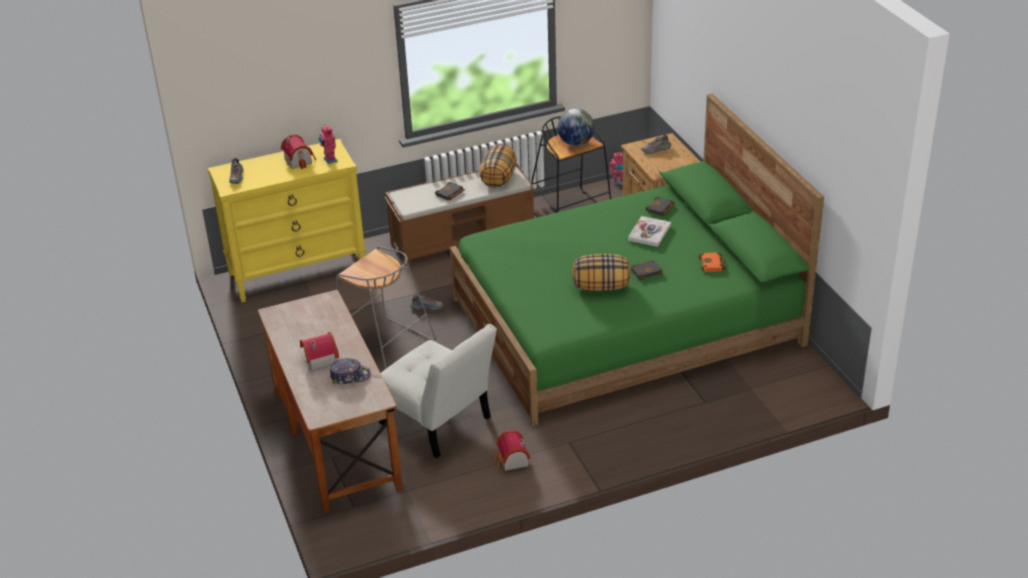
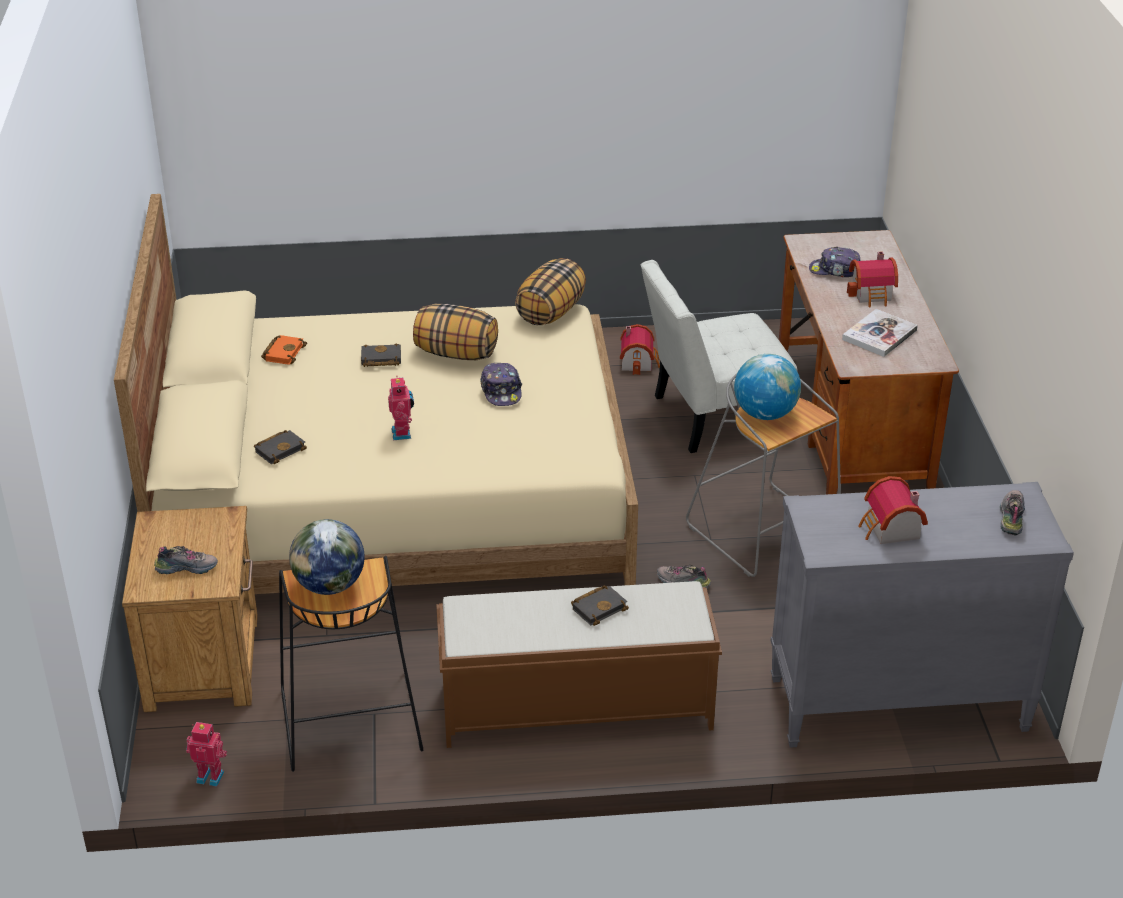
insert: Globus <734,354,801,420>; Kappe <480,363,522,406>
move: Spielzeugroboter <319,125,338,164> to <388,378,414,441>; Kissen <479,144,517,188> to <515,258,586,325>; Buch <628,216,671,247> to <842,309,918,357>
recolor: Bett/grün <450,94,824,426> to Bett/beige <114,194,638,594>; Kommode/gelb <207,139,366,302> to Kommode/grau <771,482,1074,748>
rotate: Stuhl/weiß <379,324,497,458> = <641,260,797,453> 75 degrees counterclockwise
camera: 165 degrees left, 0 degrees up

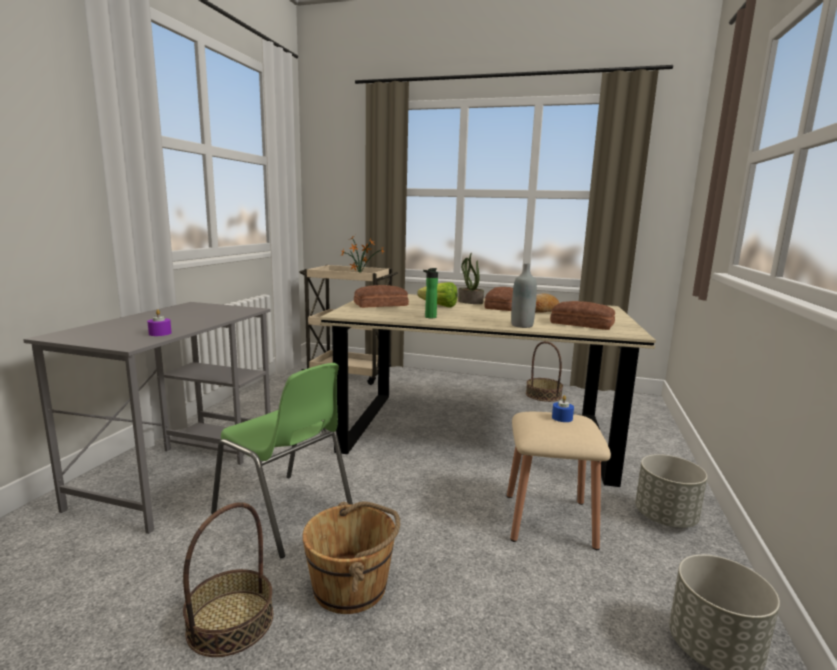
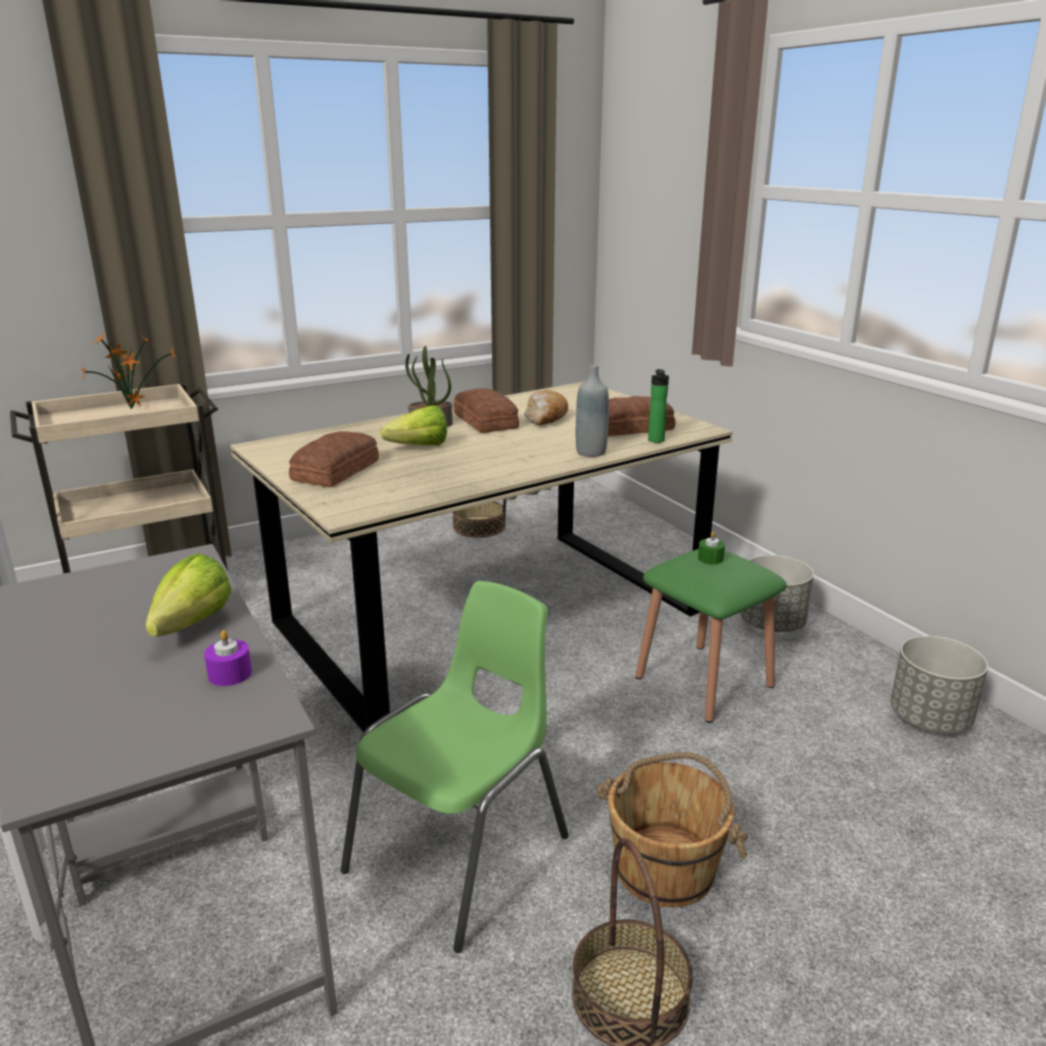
insert: Salatkopf <145,553,231,637>
move: Flasche <423,268,438,318> to <648,369,669,443>
recolor: Kerze/blau <552,395,574,422> to Kerze/grün <698,531,725,565>; Hocker/beige <507,412,611,550> to Hocker/grün <635,549,787,723>
rotate: Stuhl/grün <211,363,353,558> = <341,581,569,953> 45 degrees counterclockwise
camera: 45 degrees left, 10 degrees up

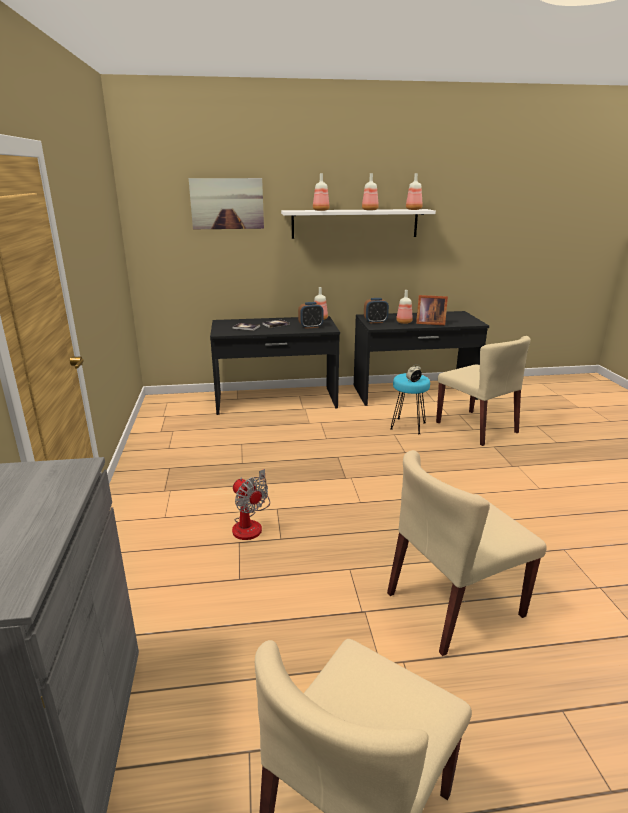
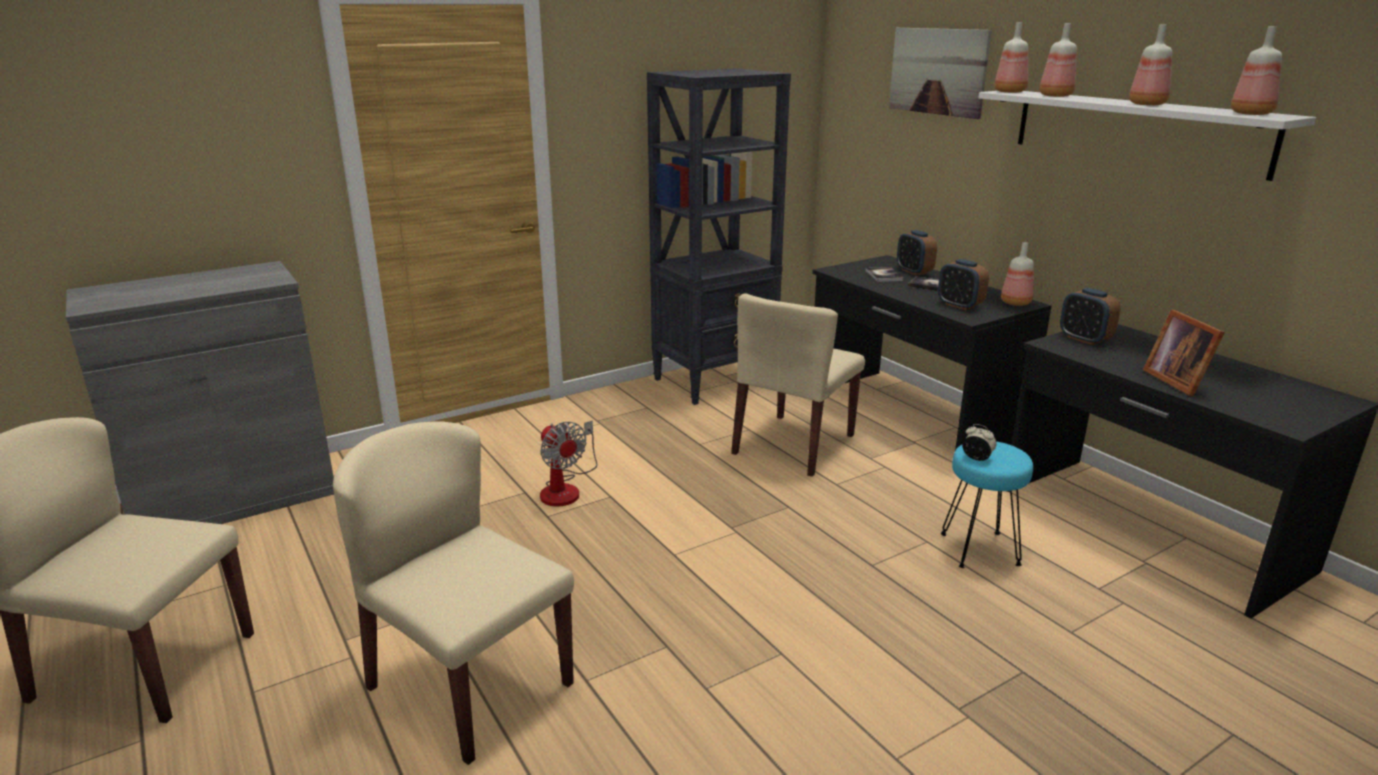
insert: Bücherregal/schwarz <647,68,791,405>; Wecker <897,230,937,275>
move: Flasche <396,290,413,324> to <994,22,1028,93>; Stuhl/beige <436,336,531,446> to <731,293,865,477>
rotate: Ventilator <232,469,270,540> = <540,420,597,507> 60 degrees counterclockwise
camera: 65 degrees right, 0 degrees up

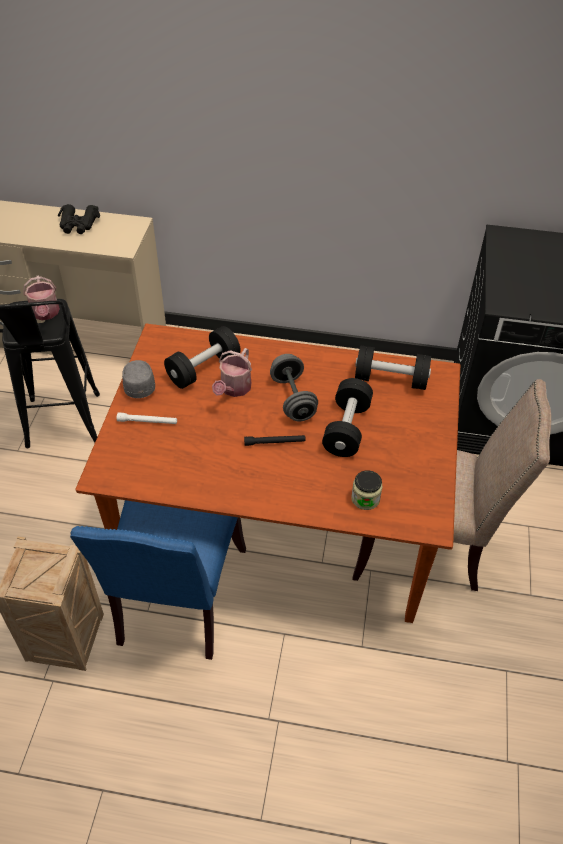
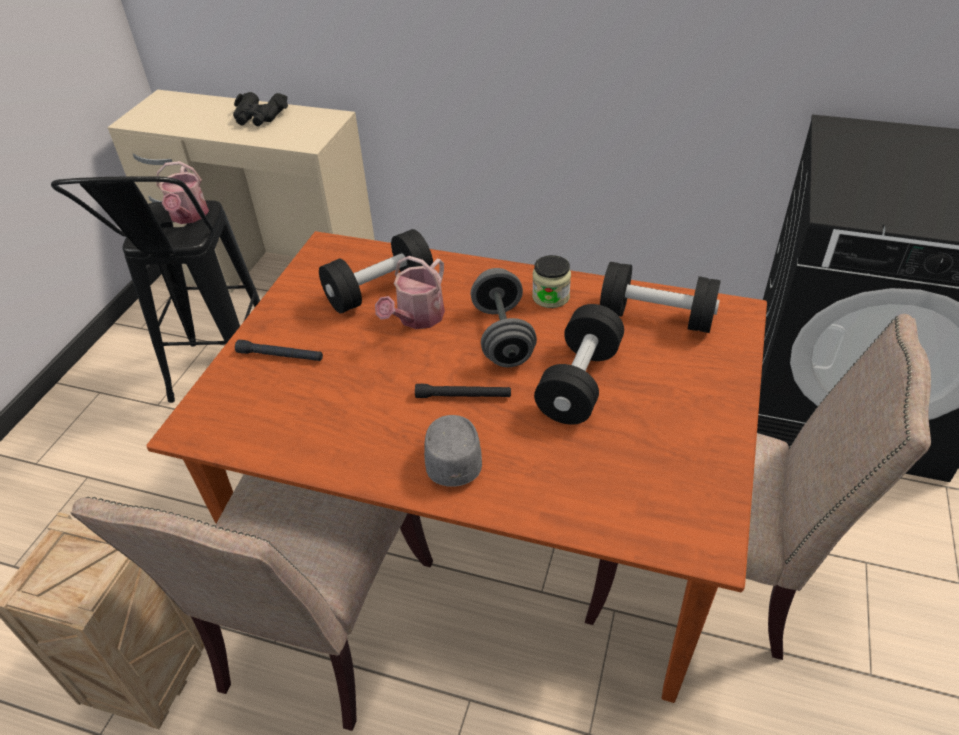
move: Kappe/grau <122,360,155,398> to <424,415,482,487>; Vorratsglas <351,470,382,510> to <532,255,571,308>
recolor: Taschenlampe/weiß <117,412,177,424> to Taschenlampe/schwarz <235,340,323,361>; Stuhl/blau <70,500,246,660> to Stuhl/beige <71,474,433,731>
camera: 10 degrees right, 5 degrees down

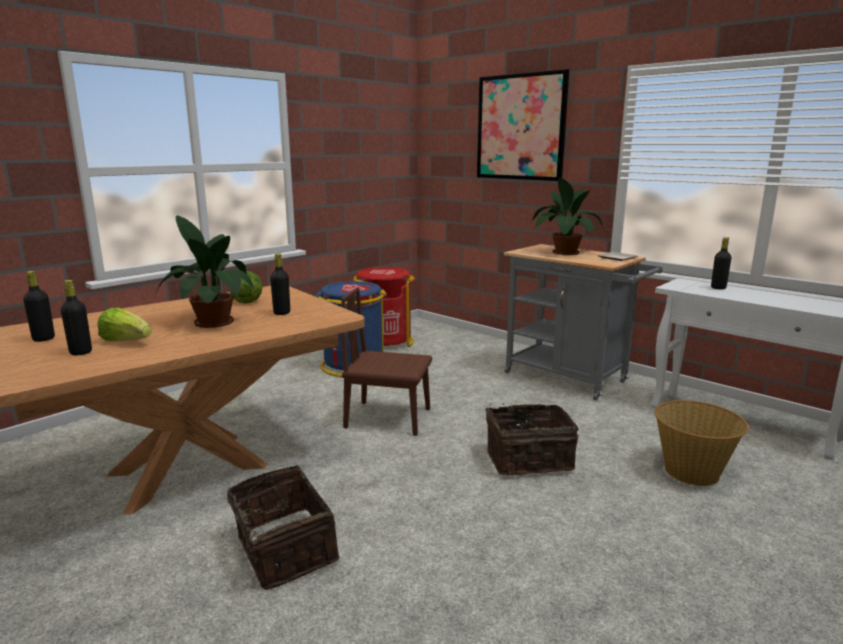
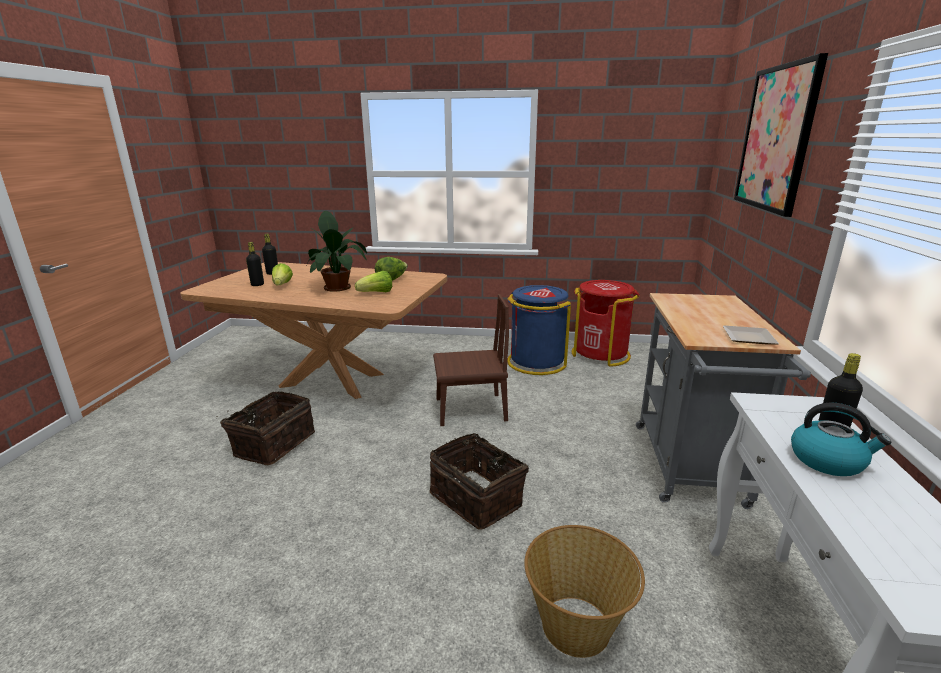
delete: Topfpflanze <532,177,603,255>
insert: Wasserkessel <791,402,891,476>
replace: Flasche/schwarz <270,254,290,315> to Salatkopf <355,271,392,292>
rotate: Stuhl/braun <341,287,432,436> = <433,294,509,426> 105 degrees clockwise
camera: 55 degrees right, 5 degrees up

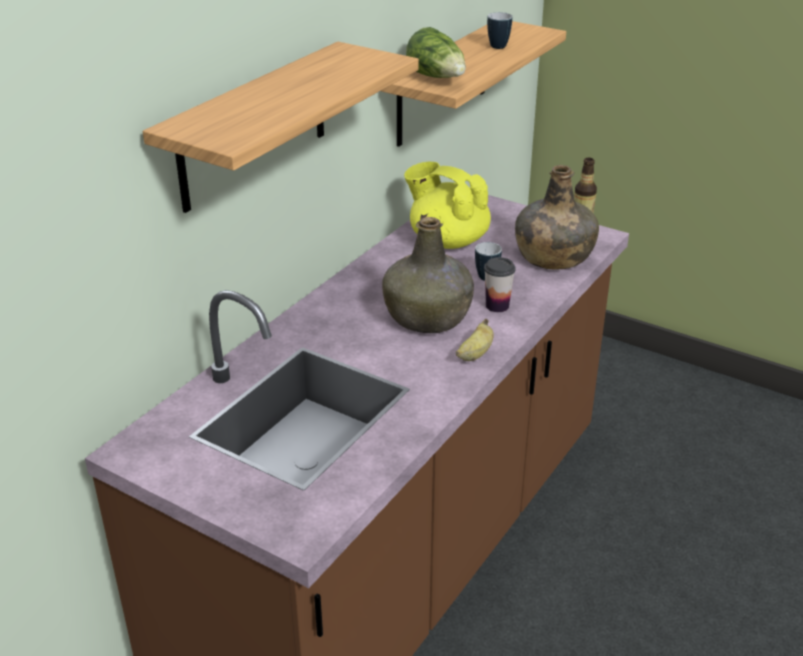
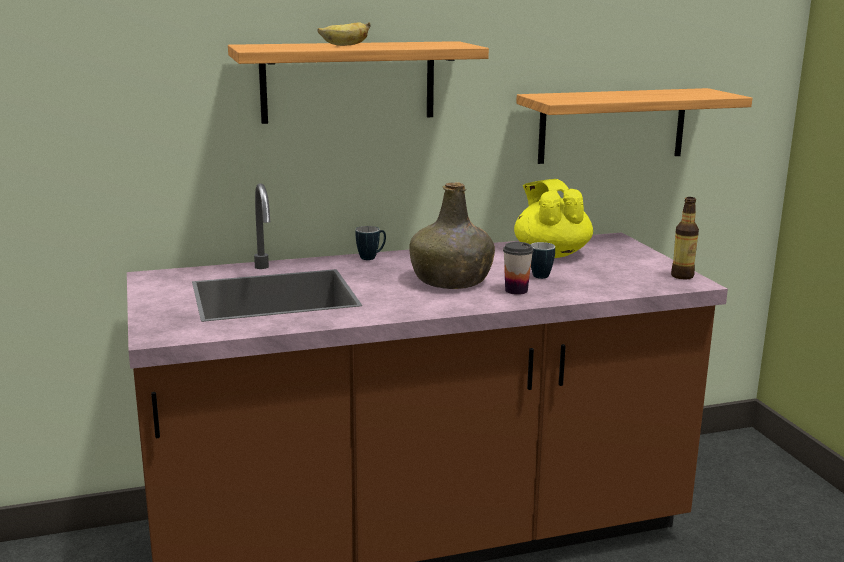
delete: Salatkopf <406,27,466,78>; Flasche/grün <515,165,599,270>
move: Henkelbecher <487,12,512,49> to <355,226,386,260>; Banane <456,319,494,361> to <318,22,371,46>
camera: 40 degrees right, 15 degrees down

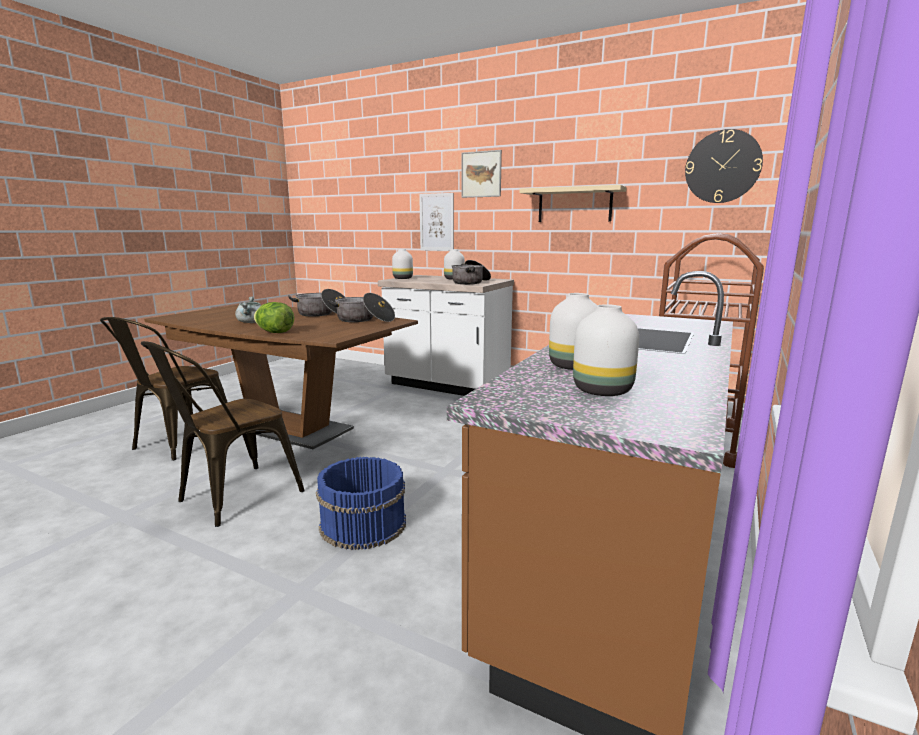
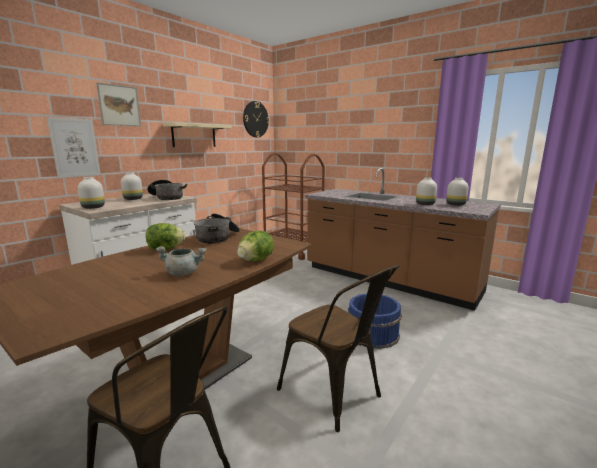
replace: Kochtopf <288,289,345,316> to Salatkopf <146,223,186,250>
camera: 80 degrees left, 0 degrees up

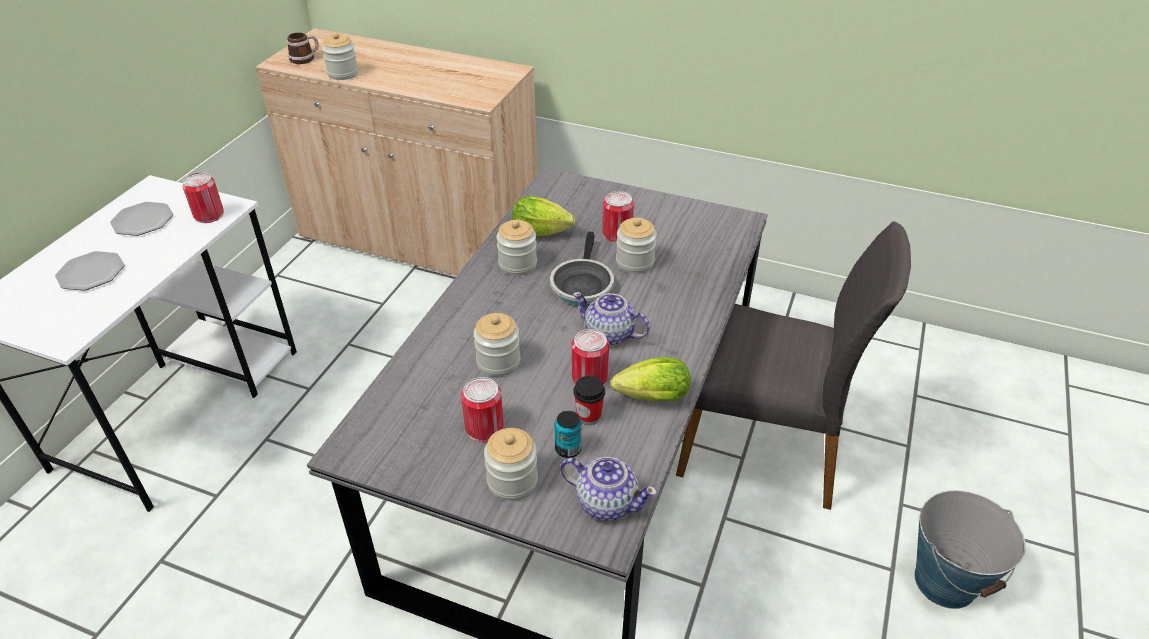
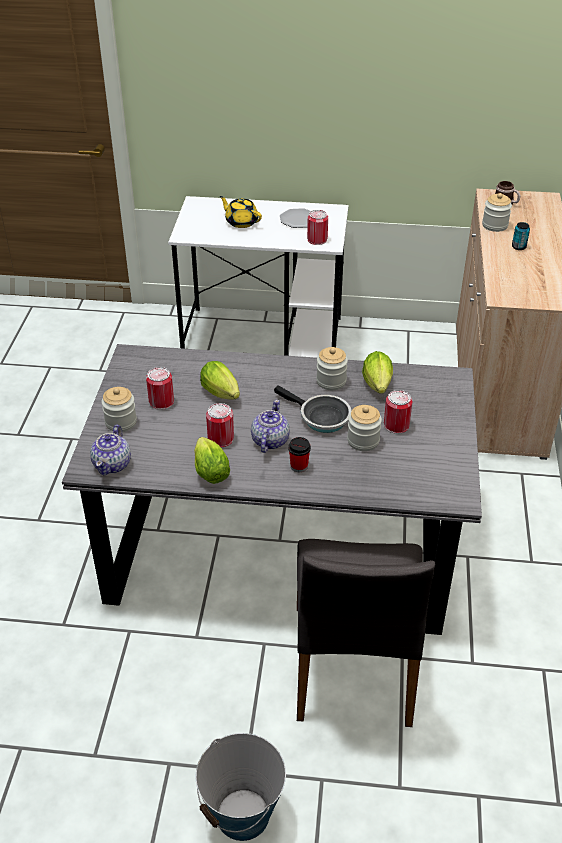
move: Tasse <574,376,605,425> to <288,437,311,472>; Dose <554,411,582,458> to <512,222,530,250>
replace: Teller <55,251,124,291> to Teekanne/gelb <220,196,262,228>; Vorratsglas <473,313,521,376> to Salatkopf <200,361,240,399>
rotate: Pfanne <550,232,614,306> = <274,386,351,433> 135 degrees counterclockwise
camera: 75 degrees right, 0 degrees up

